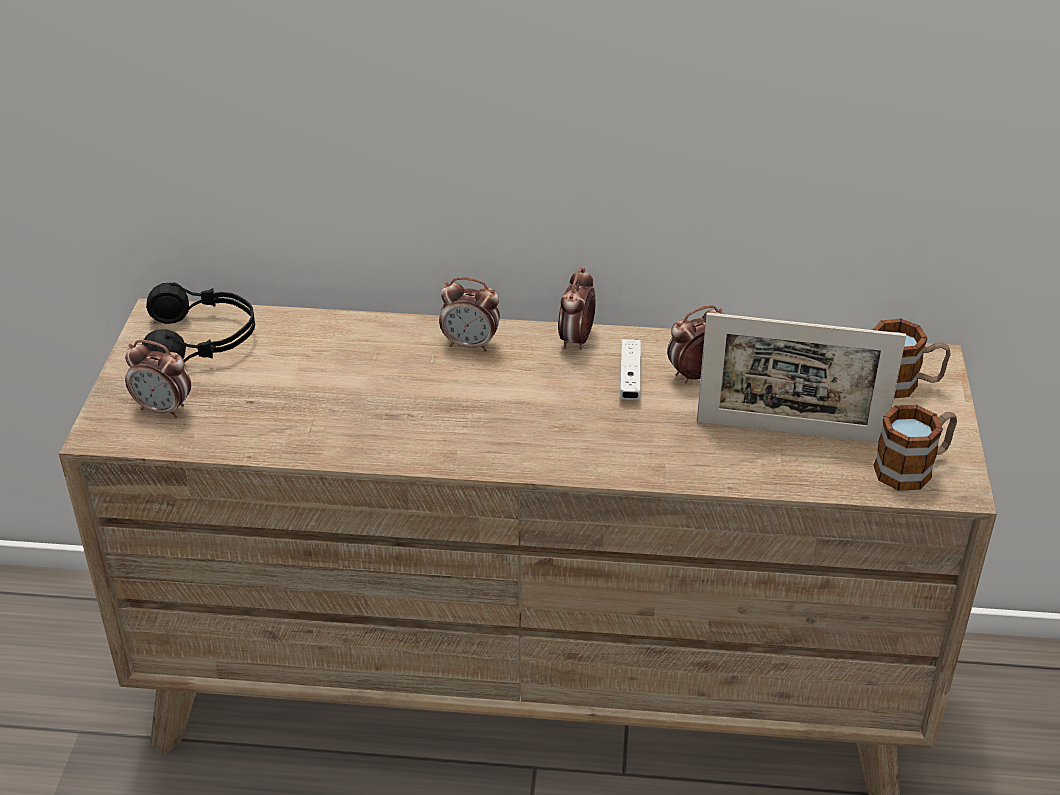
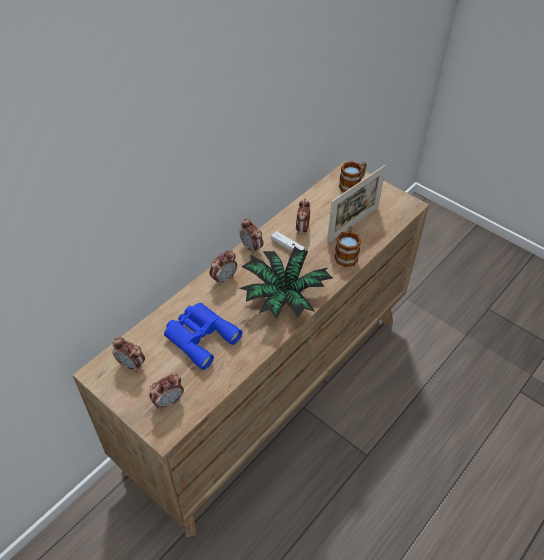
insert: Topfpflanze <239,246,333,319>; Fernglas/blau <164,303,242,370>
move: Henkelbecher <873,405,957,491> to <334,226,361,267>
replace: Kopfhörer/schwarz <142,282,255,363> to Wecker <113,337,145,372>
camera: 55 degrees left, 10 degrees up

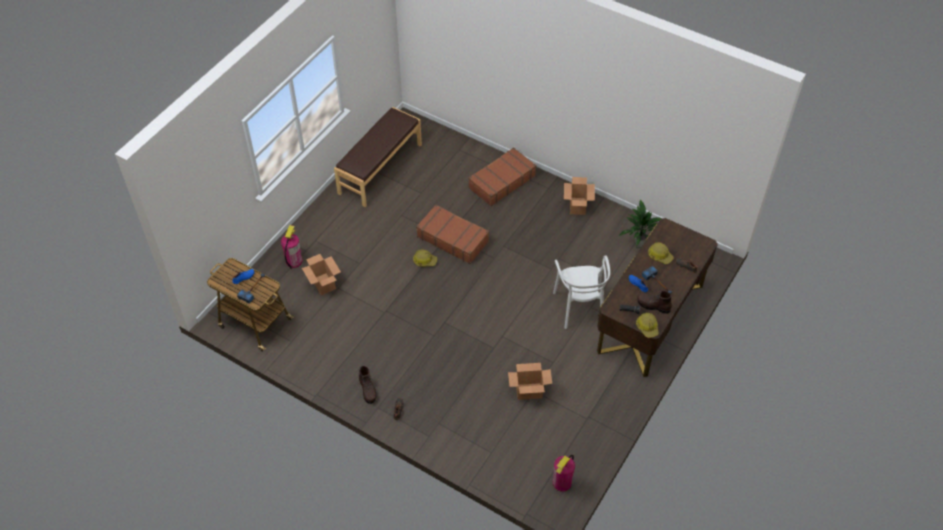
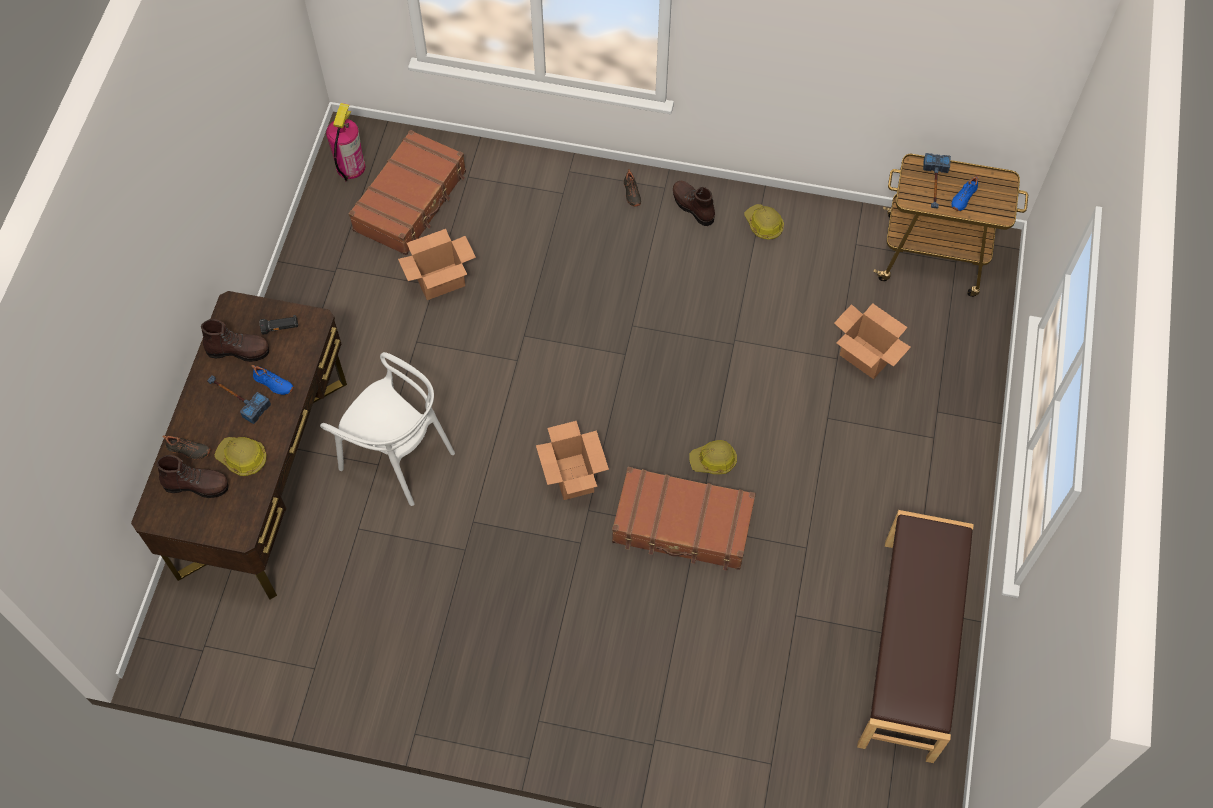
delete: Topfpflanze <618,199,663,248>; Feuerlöscher <281,225,302,269>
insert: Stiefel/braun <156,455,229,498>
move: Koffer/braun <469,147,536,206> to <348,130,466,255>; Karton <564,177,595,215> to <536,421,609,500>; Schutzhelm <636,313,659,338> to <744,204,784,240>
rotate: Stuhl/weiß <553,256,610,329> = <320,352,455,506> 150 degrees clockwise
camera: 160 degrees right, 10 degrees up

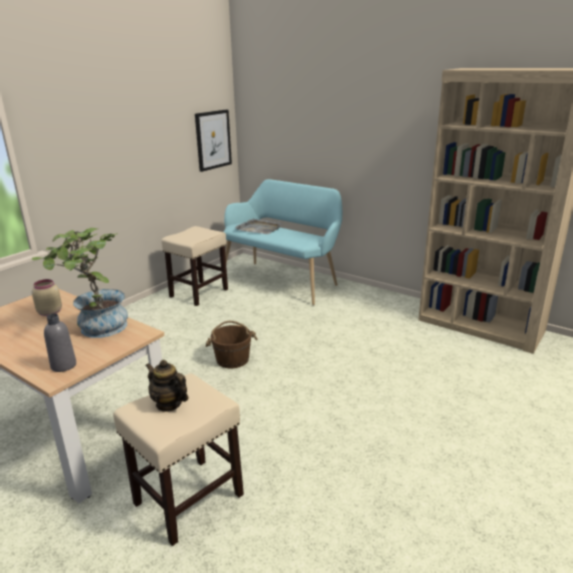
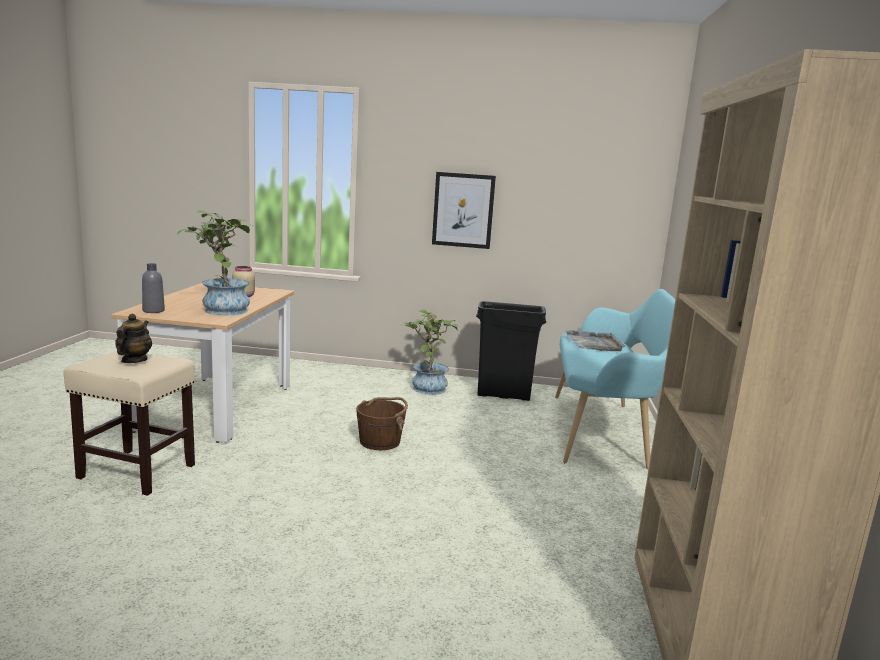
insert: Topfpflanze <403,309,459,395>
move: Bild <195,109,232,172> to <432,172,496,249>
replace: Hocker/beige <161,226,228,306> to Mülleimer/schwarz <476,301,546,401>
camera: 60 degrees right, 10 degrees down

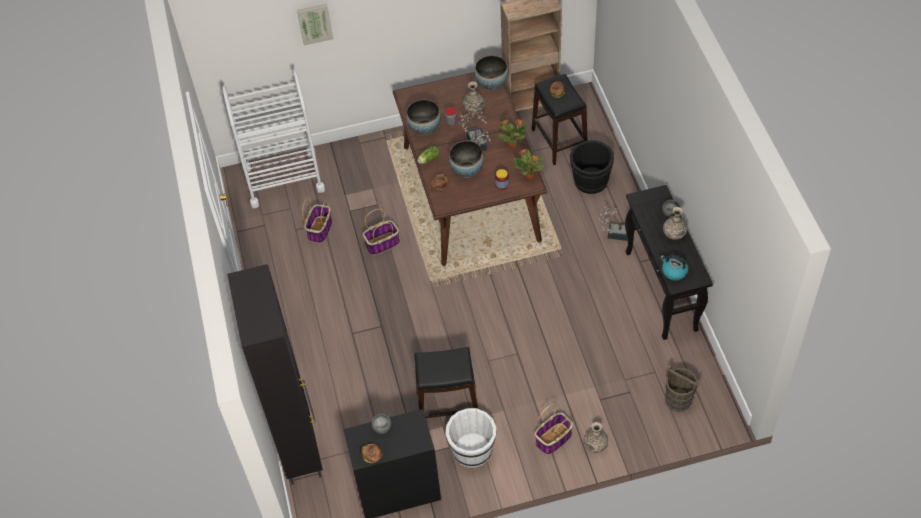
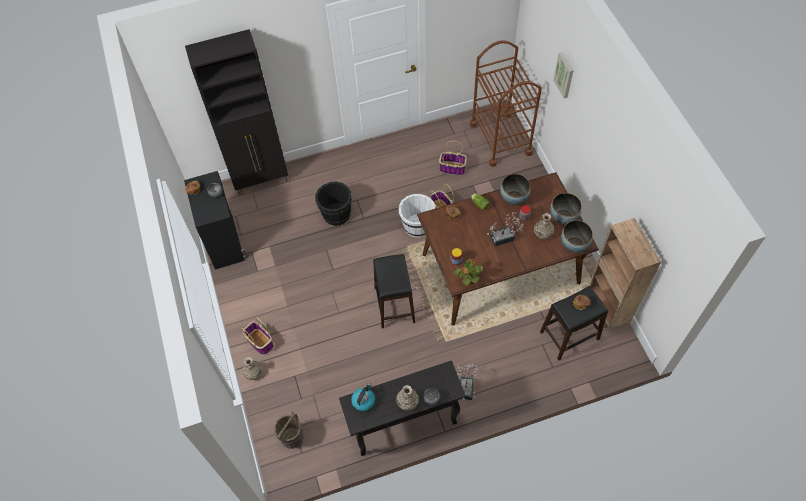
delete: Topfpflanze <498,119,527,148>
move: Eimer/schwarz <570,140,614,194> to <315,182,352,226>; Schüssel <449,141,484,178> to <550,193,582,224>; Hocker/schwarz <414,347,478,418> to <373,254,415,328>; Eimer/weiß <446,408,496,468> to <399,194,435,238>
recolor: Rollwagen/weiß <222,70,325,208> to Rollwagen/braun <470,40,542,167>
camera: 85 degrees right, 5 degrees up

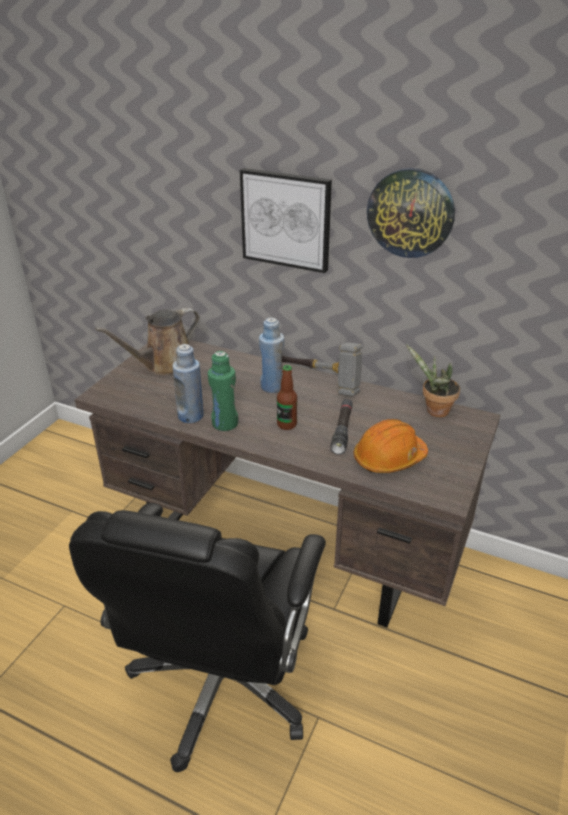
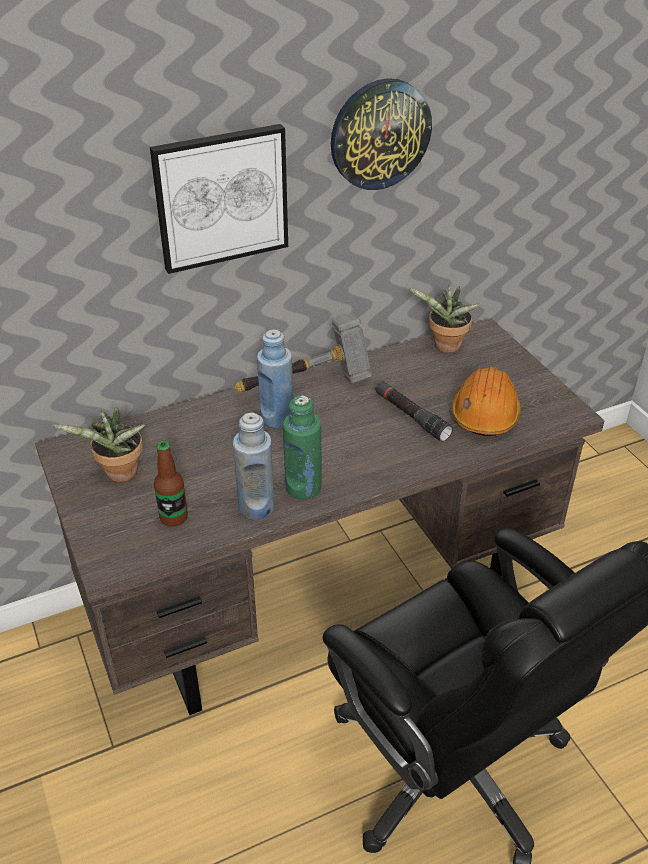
move: Flasche <277,365,297,430> to <154,441,188,527>
replace: Gießkanne/braun <95,308,200,375> to Topfpflanze <53,407,145,482>
camera: 50 degrees left, 5 degrees up

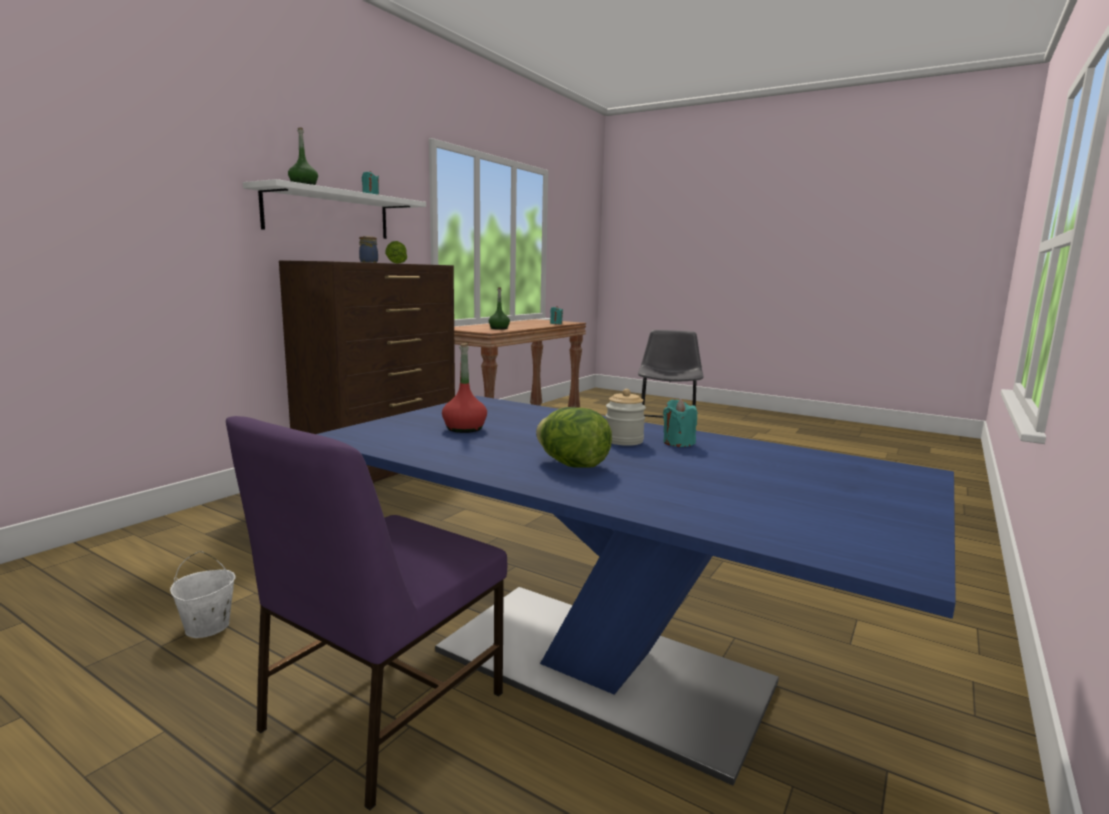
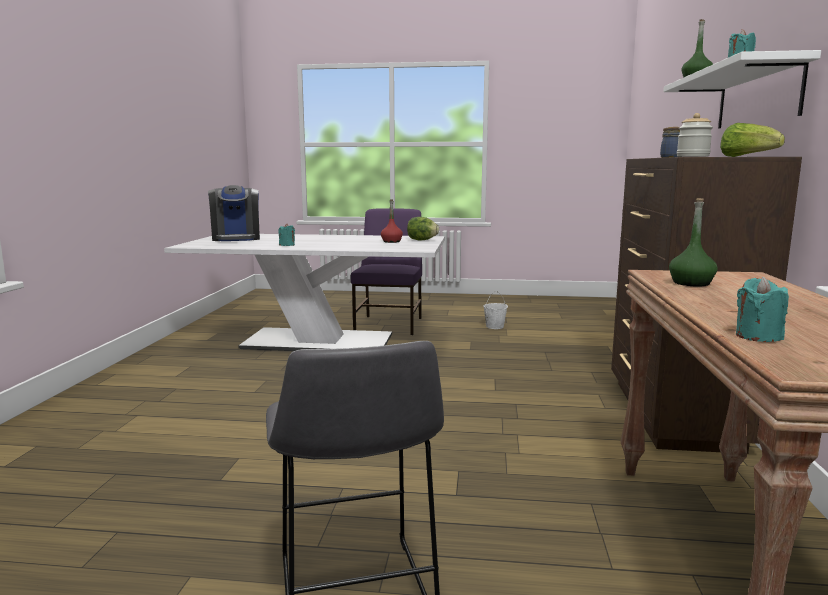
insert: Kaffeemaschine <208,185,260,241>
move: Vorratsglas <606,389,646,446> to <677,113,713,157>; Salatkopf <536,407,612,468> to <407,217,439,240>
recolor: Esstisch/blau <317,396,956,786> to Esstisch/weiß <164,234,445,351>
camera: 155 degrees right, 0 degrees up

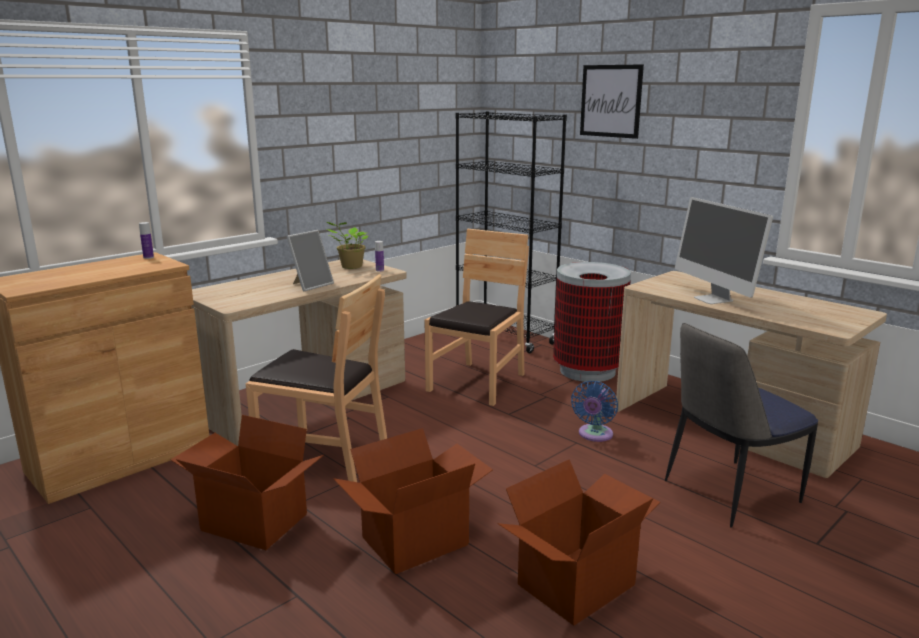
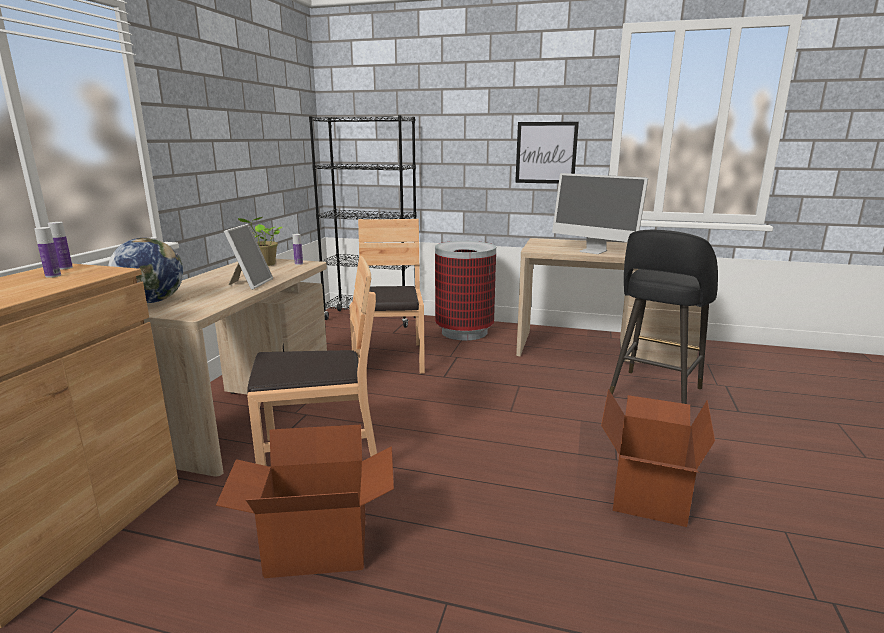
delete: Ventilator/blau <571,381,618,442>; Karton <334,428,493,574>
insert: Flasche <34,227,61,278>; Globus <108,238,183,303>
move: Bild <580,64,644,139> to <515,122,579,184>
replace: Stuhl <665,323,818,527> to Hocker/schwarz <609,230,718,404>
camera: 30 degrees left, 0 degrees up

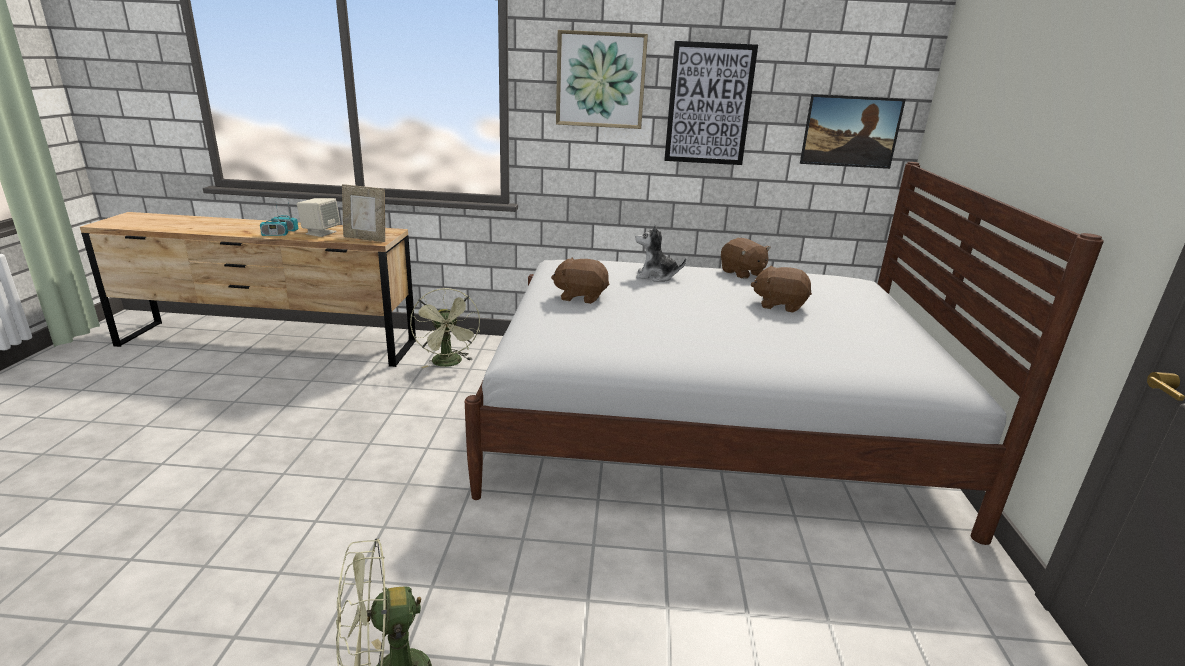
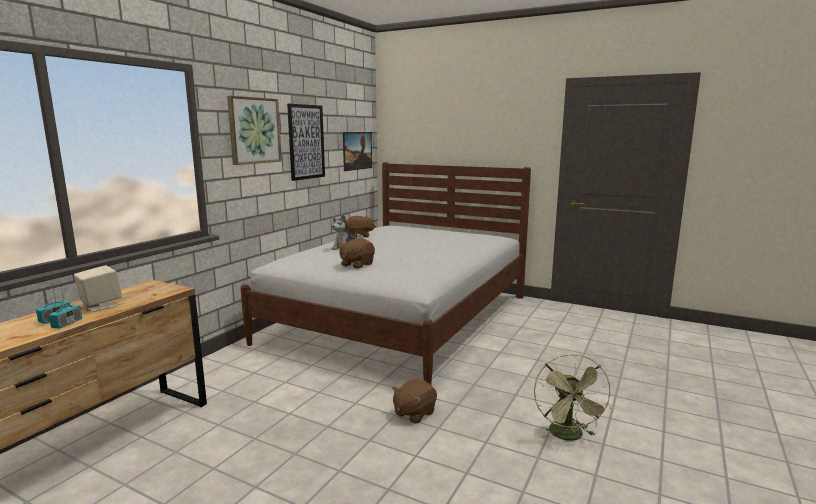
delete: Bilderrahmen <342,184,385,242>; Ventilator/grün <410,288,480,368>
move: Plüschtier/braun <751,266,812,313> to <392,379,437,423>
camera: 65 degrees left, 10 degrees down

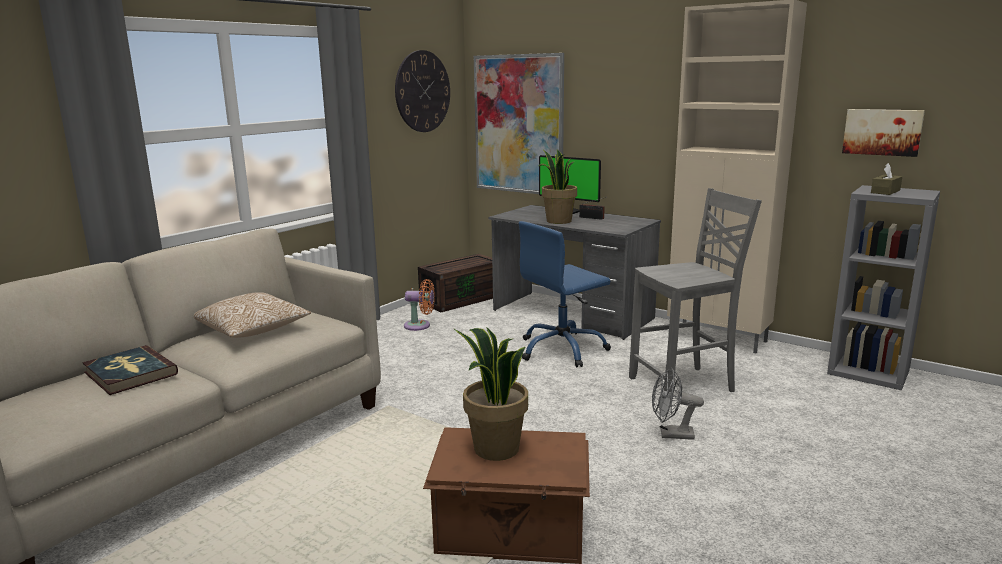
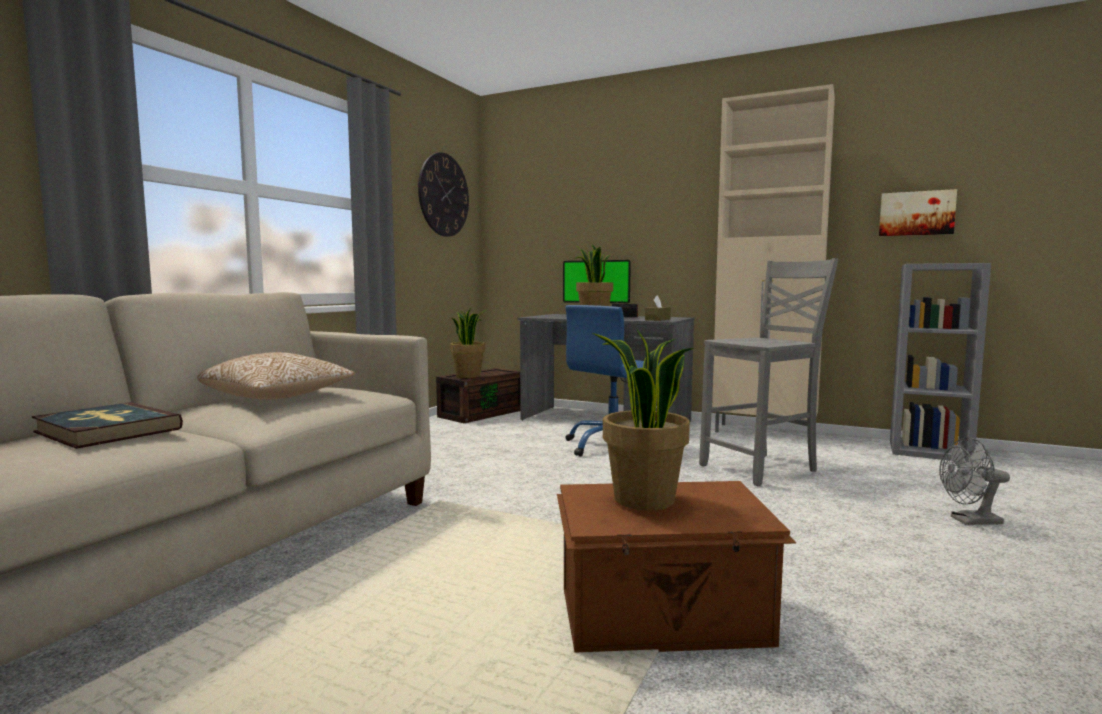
delete: Bild <474,53,564,194>; Ventilator/orange <404,279,435,331>
insert: Topfpflanze <450,308,488,378>
move: Taschentuchbox/braun <871,163,902,195> to <645,296,671,321>; Ventilator/grau <652,368,704,440> to <939,438,1010,525>
camera: 10 degrees left, 10 degrees down

